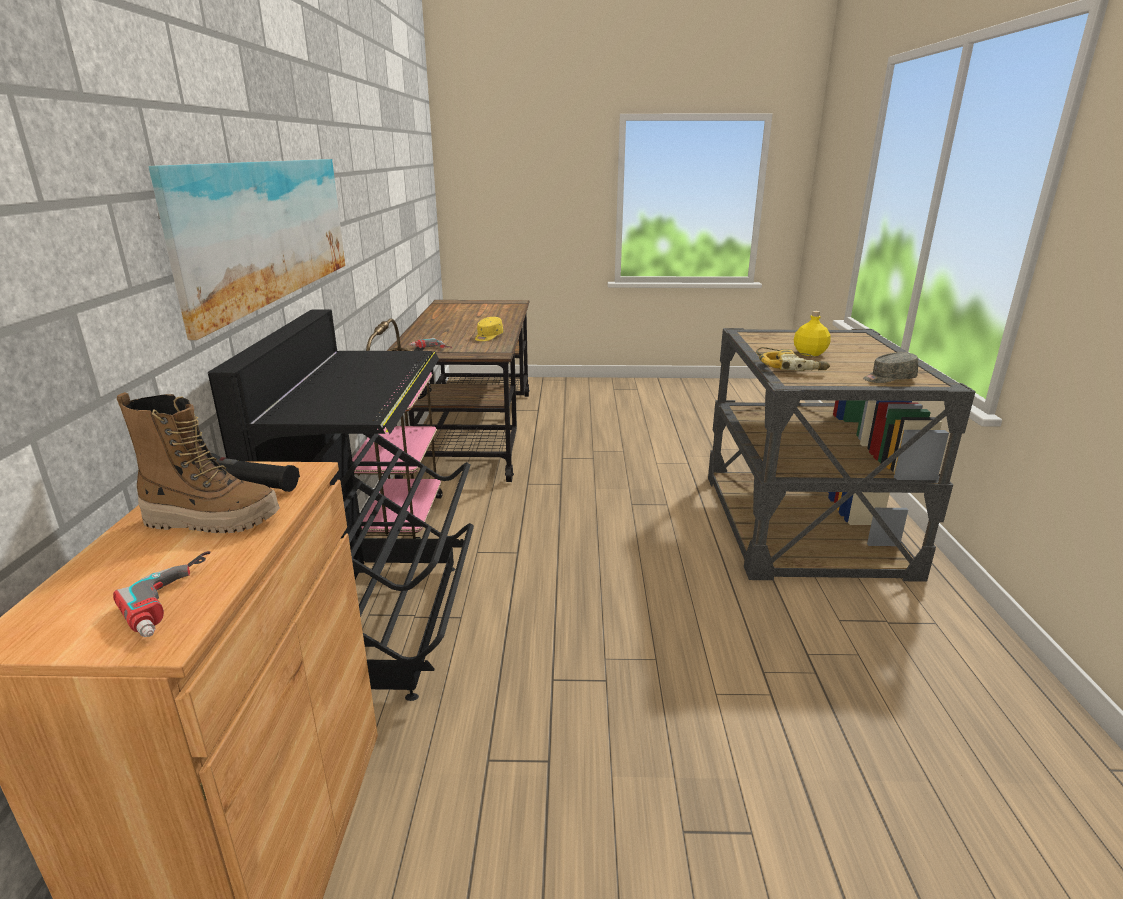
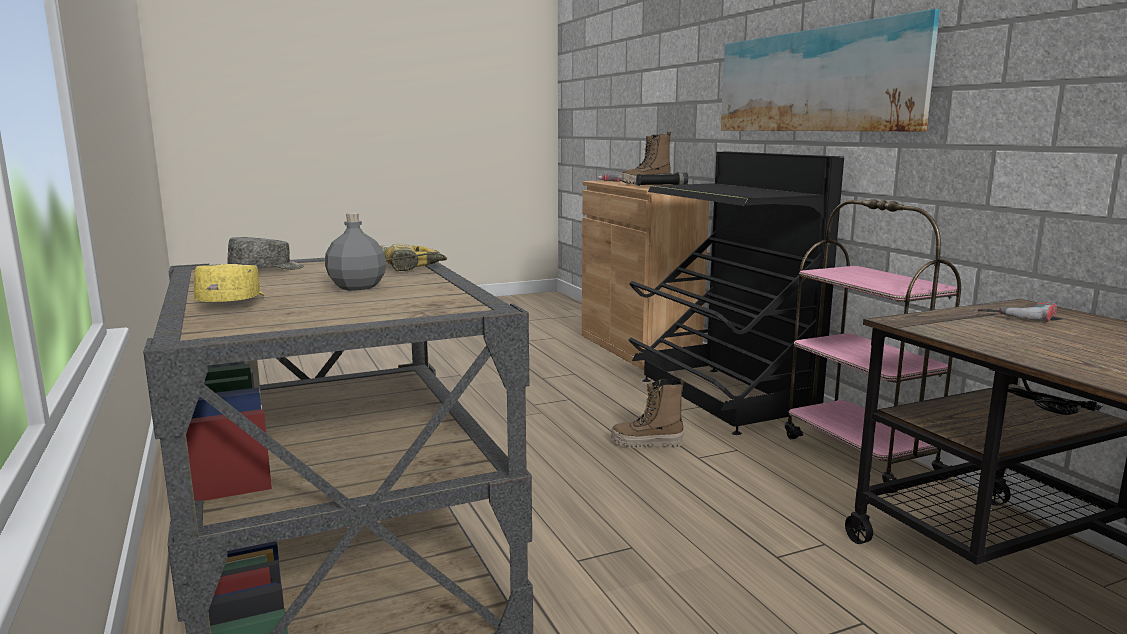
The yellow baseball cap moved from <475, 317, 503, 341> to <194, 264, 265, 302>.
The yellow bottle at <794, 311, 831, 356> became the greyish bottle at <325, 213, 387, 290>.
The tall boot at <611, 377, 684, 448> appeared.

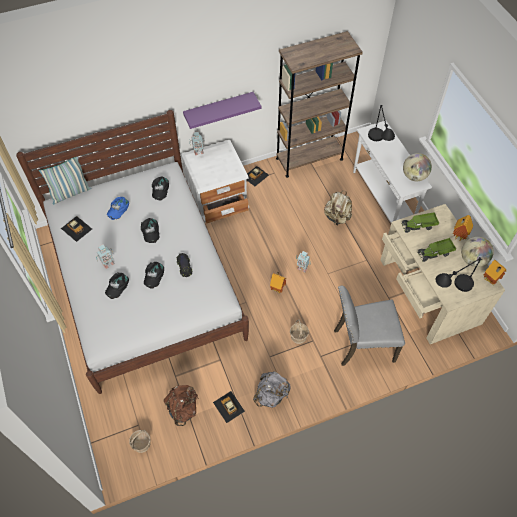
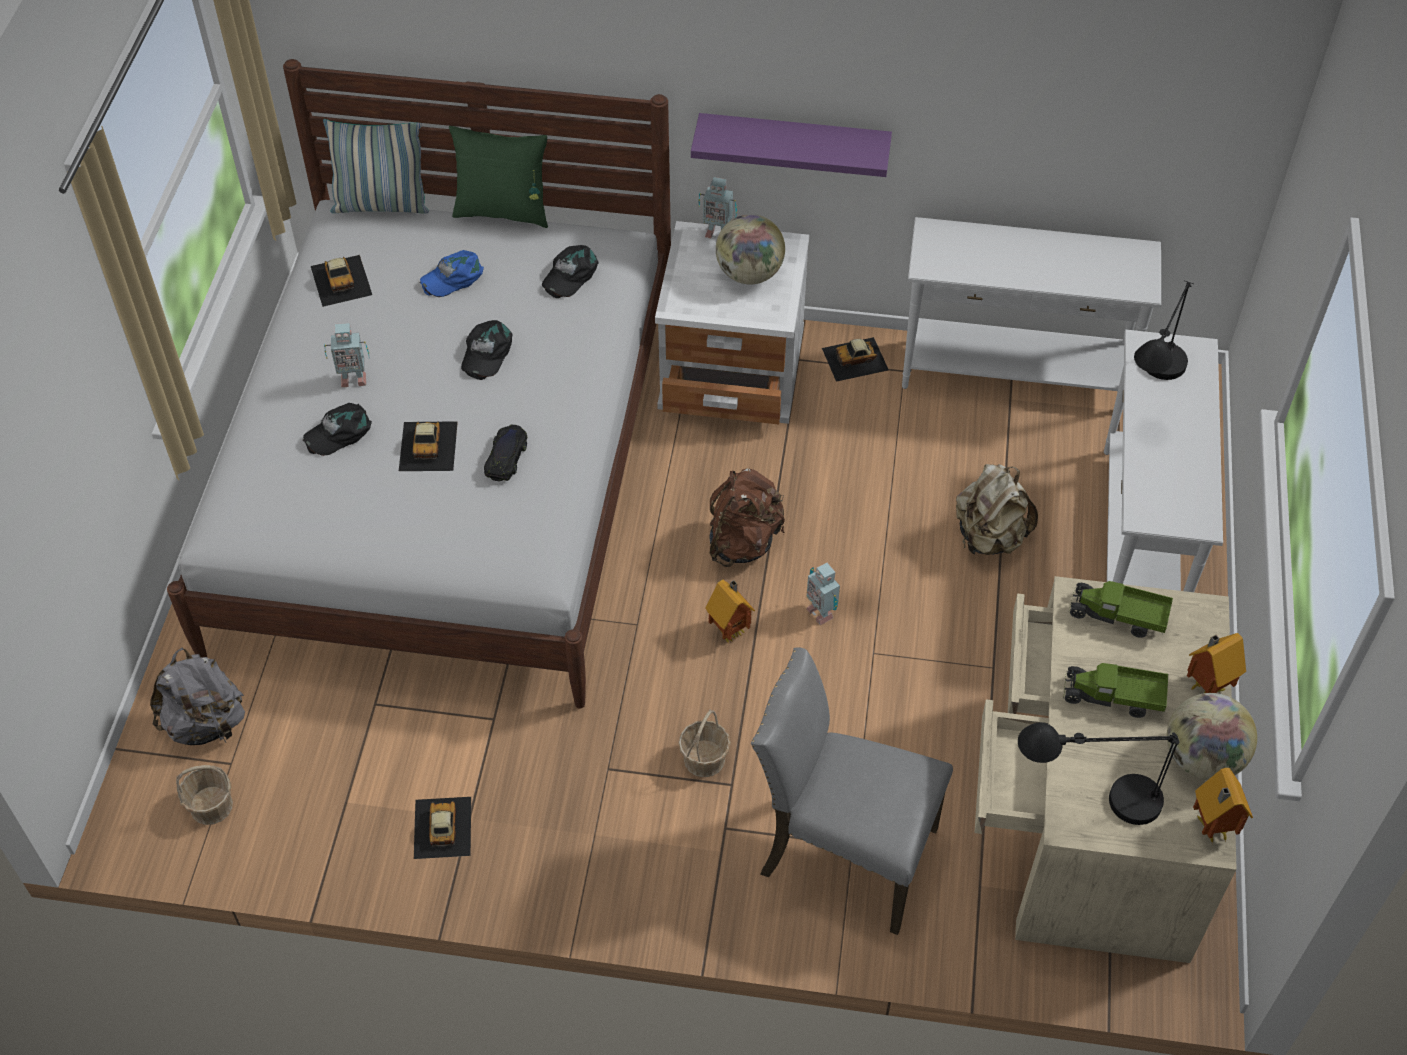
The greyish backpack moved from <253, 371, 291, 408> to <150, 648, 245, 745>.
The blackish baseball cap at <144, 262, 164, 289> was replaced by the miniature car at <399, 421, 458, 471>.
The green-coloured throw pillow at <449, 126, 548, 228> appeared.
The brown backpack moved from <163, 385, 198, 426> to <709, 468, 785, 567>.
The world globe moved from <403, 153, 432, 181> to <716, 214, 785, 284>.
The brown bookshelf at <276, 31, 363, 178> was replaced by the whitish hall table at <902, 217, 1161, 391>.

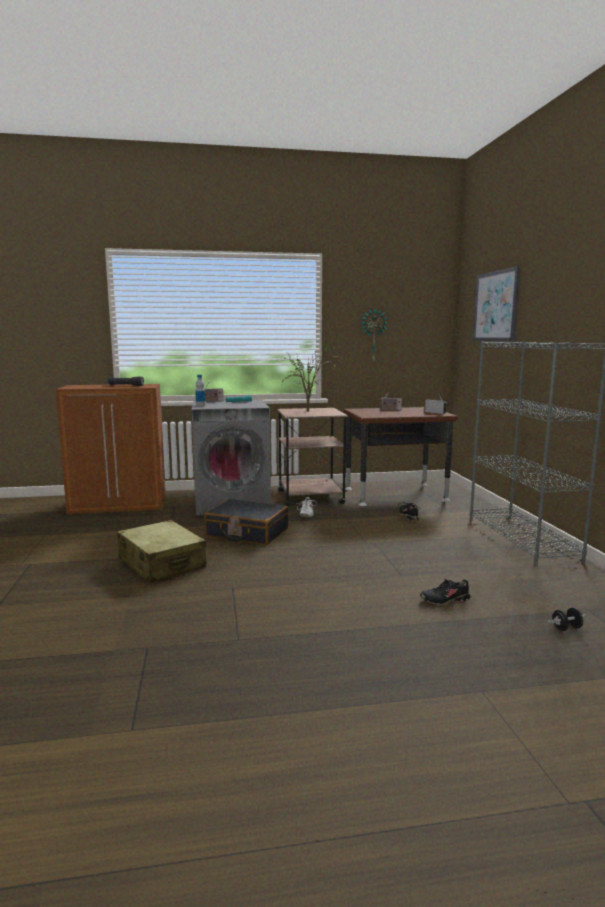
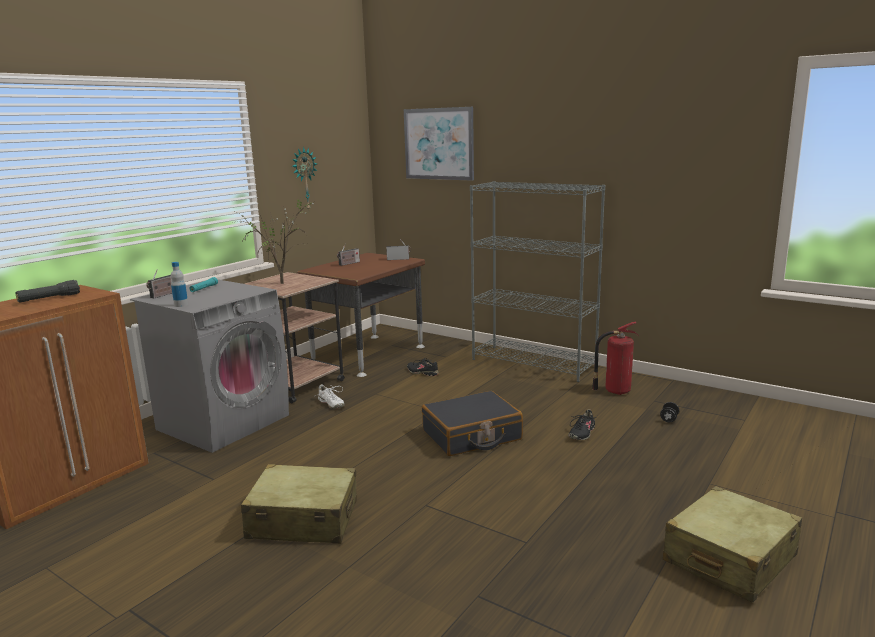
The blackish piece of luggage moved from <204, 499, 288, 545> to <422, 391, 523, 456>.
The extinguisher at <592, 322, 639, 395> appeared.
The sand-coloured piece of luggage at <663, 486, 802, 603> appeared.

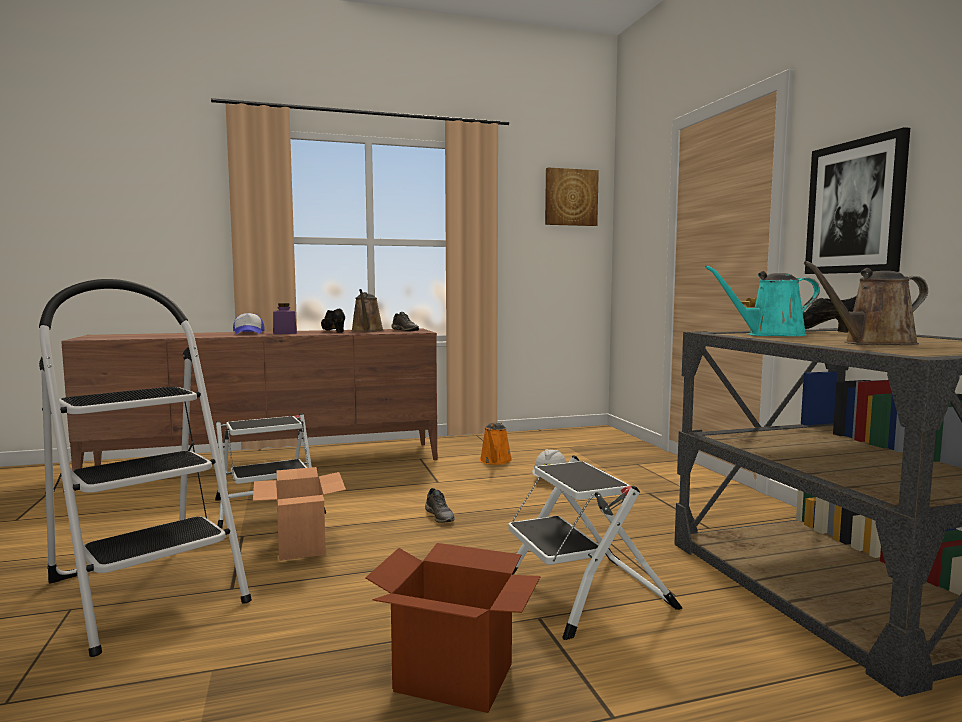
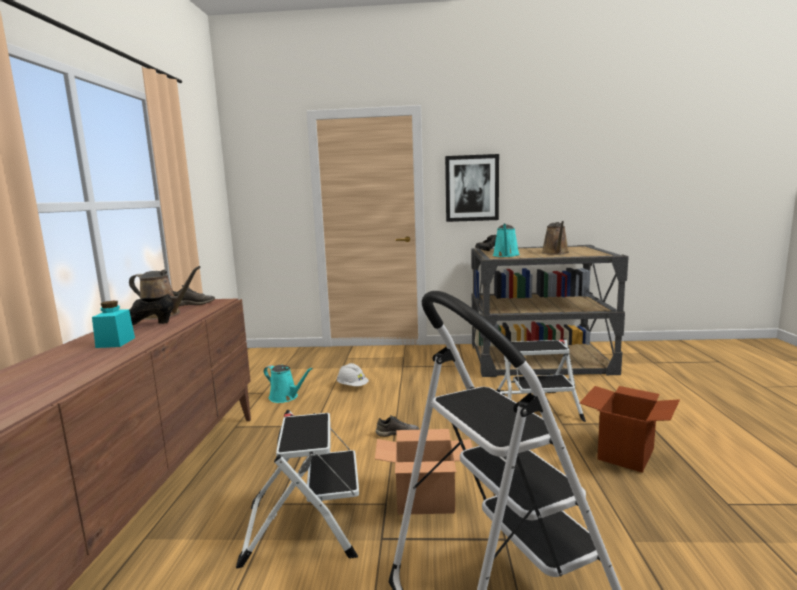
The purplish preserve jar at <273, 303, 297, 334> became the turquoise preserve jar at <92, 301, 135, 348>.
The orange watering pot at <480, 422, 512, 465> became the turquoise watering pot at <264, 365, 313, 403>.
The baseball cap at <233, 313, 265, 334> disappeared.
The picture at <545, 167, 599, 226> disappeared.

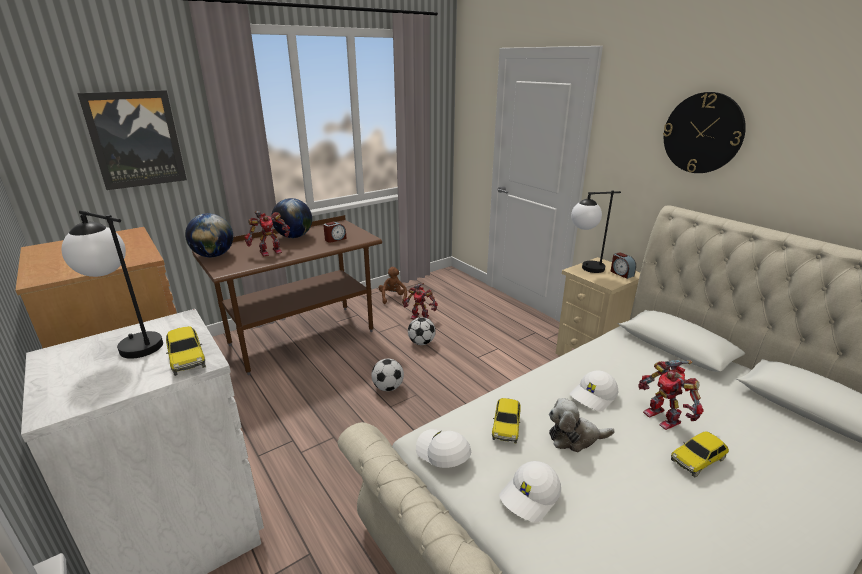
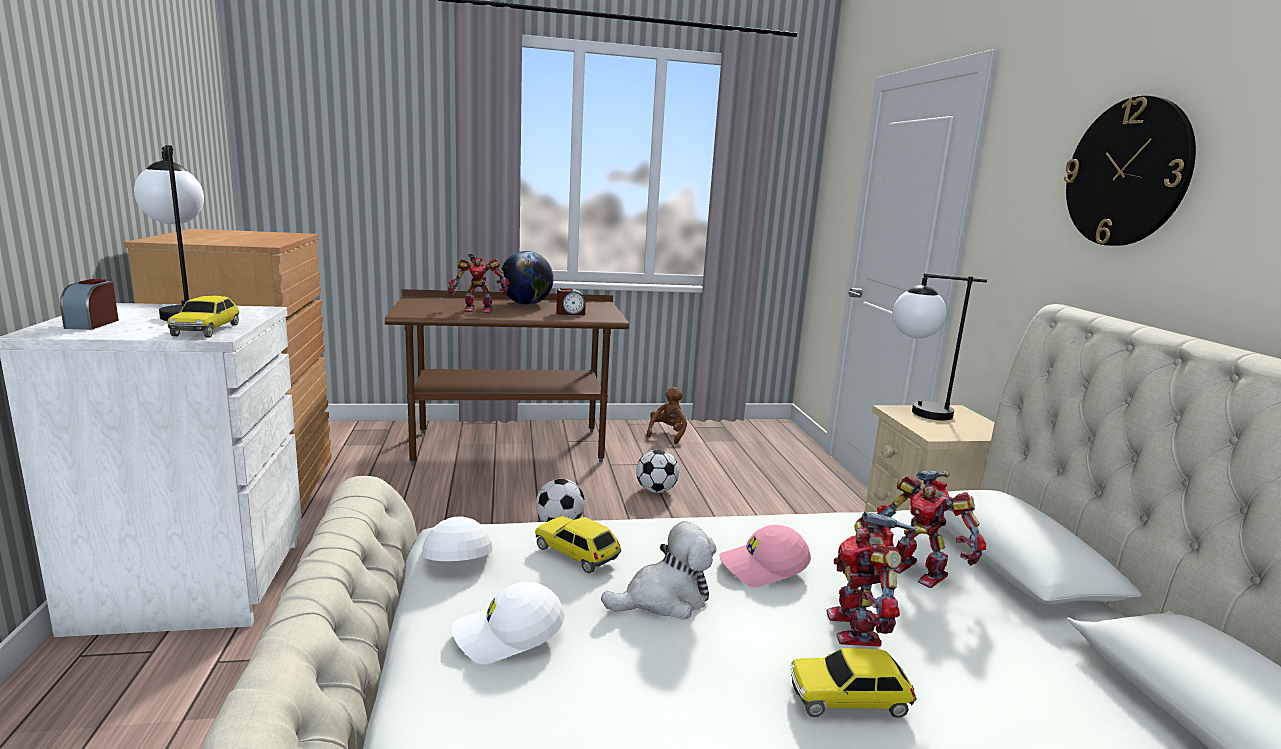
The table clock moved from <611, 253, 636, 279> to <60, 279, 119, 330>.
The miniature car at <492, 398, 521, 444> turned 90 degrees clockwise.
The soft toy at <549, 398, 615, 452> turned 135 degrees clockwise.
The whitish baseball cap at <570, 371, 619, 412> became the pink baseball cap at <719, 525, 811, 587>.
The toy robot moved from <403, 283, 438, 319> to <877, 470, 986, 588>.
The picture at <77, 90, 187, 190> disappeared.
The world globe at <185, 213, 233, 257> disappeared.

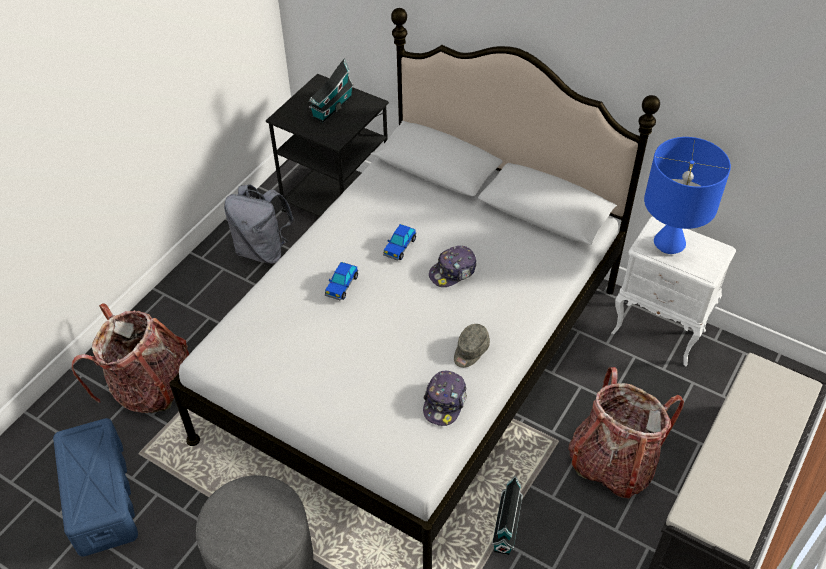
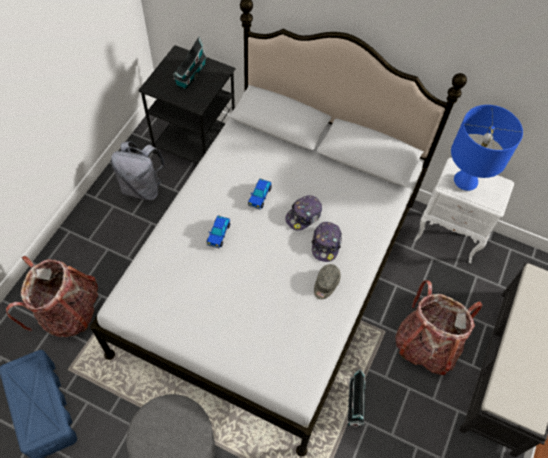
The baseball cap moved from <423, 371, 467, 426> to <311, 222, 342, 262>.

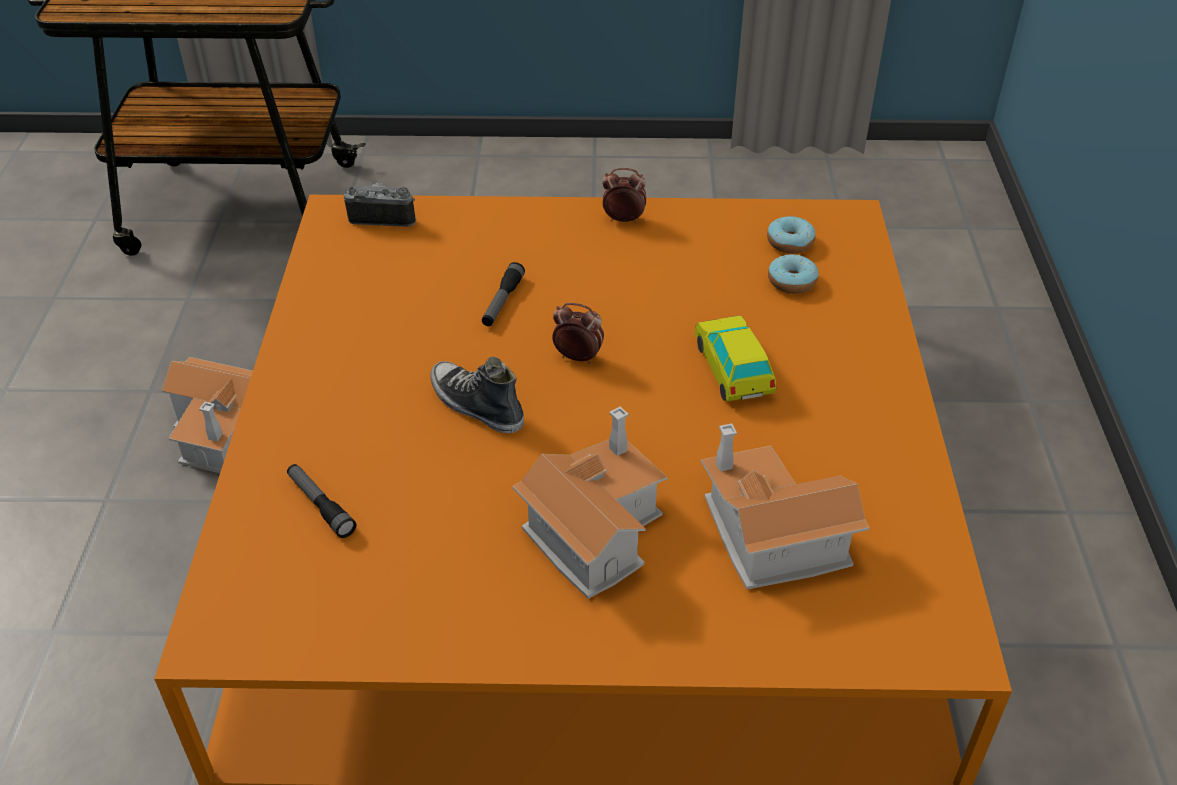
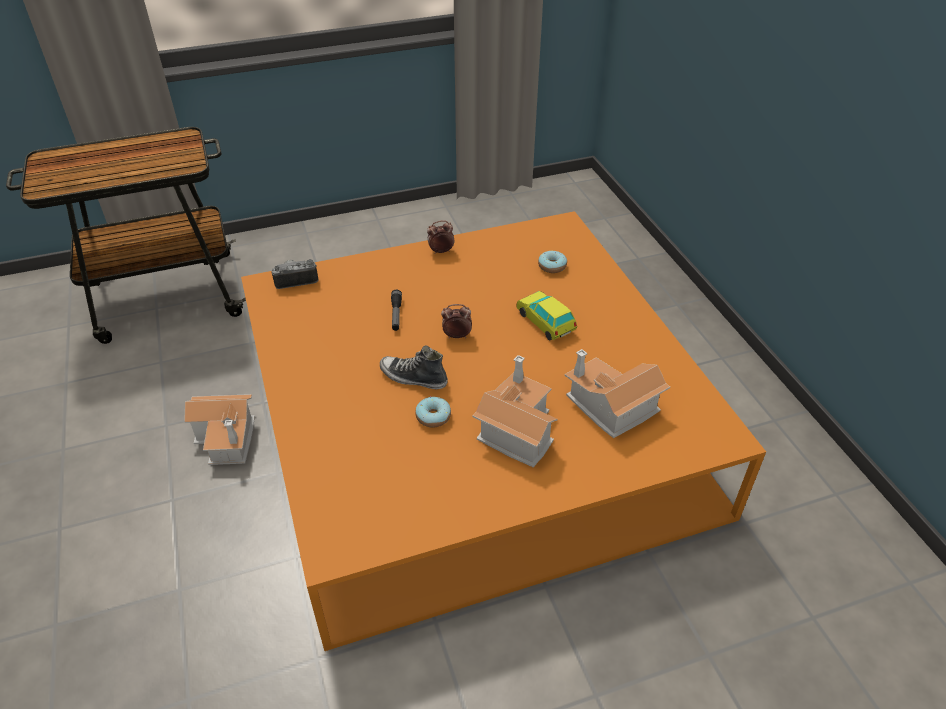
The ring doughnut moved from <767, 215, 816, 254> to <415, 397, 451, 427>.
The torch at <287, 464, 356, 538> disappeared.

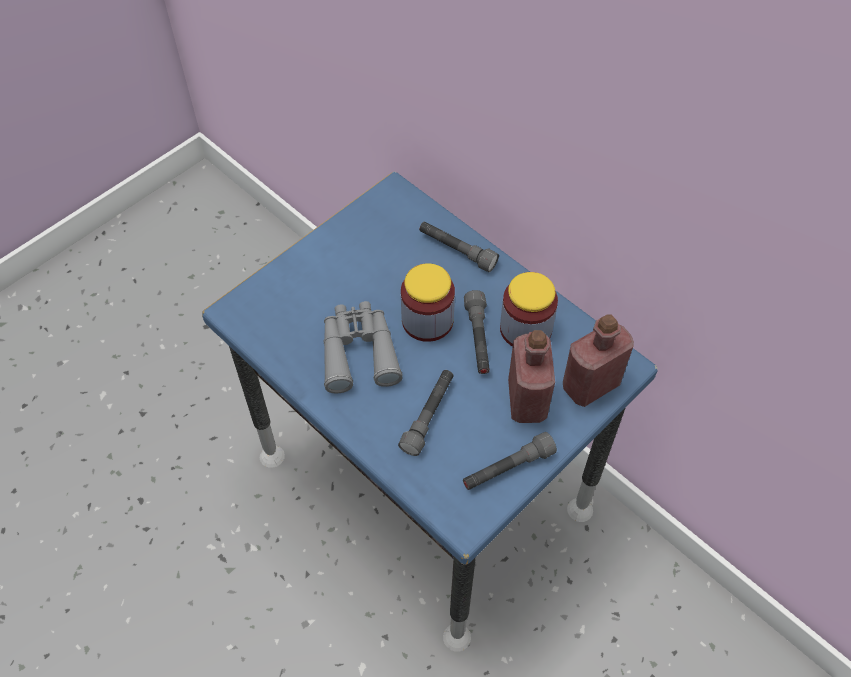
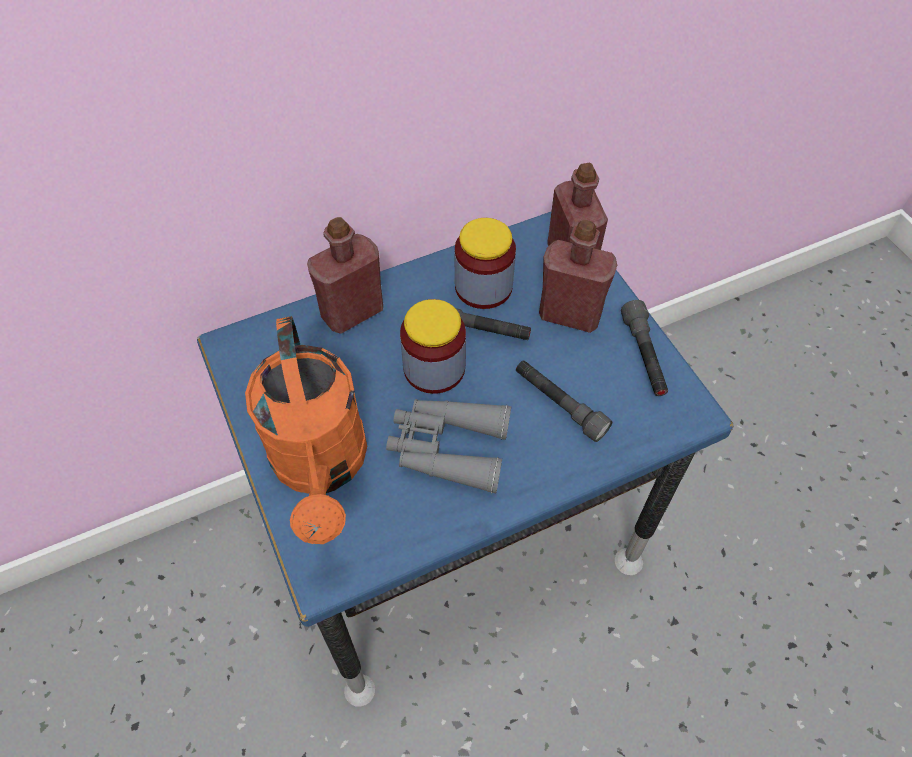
The orange watering pot at <245, 316, 367, 544> appeared.
The greyish torch at <419, 222, 499, 272> was replaced by the red-coloured bottle at <307, 217, 383, 334>.

